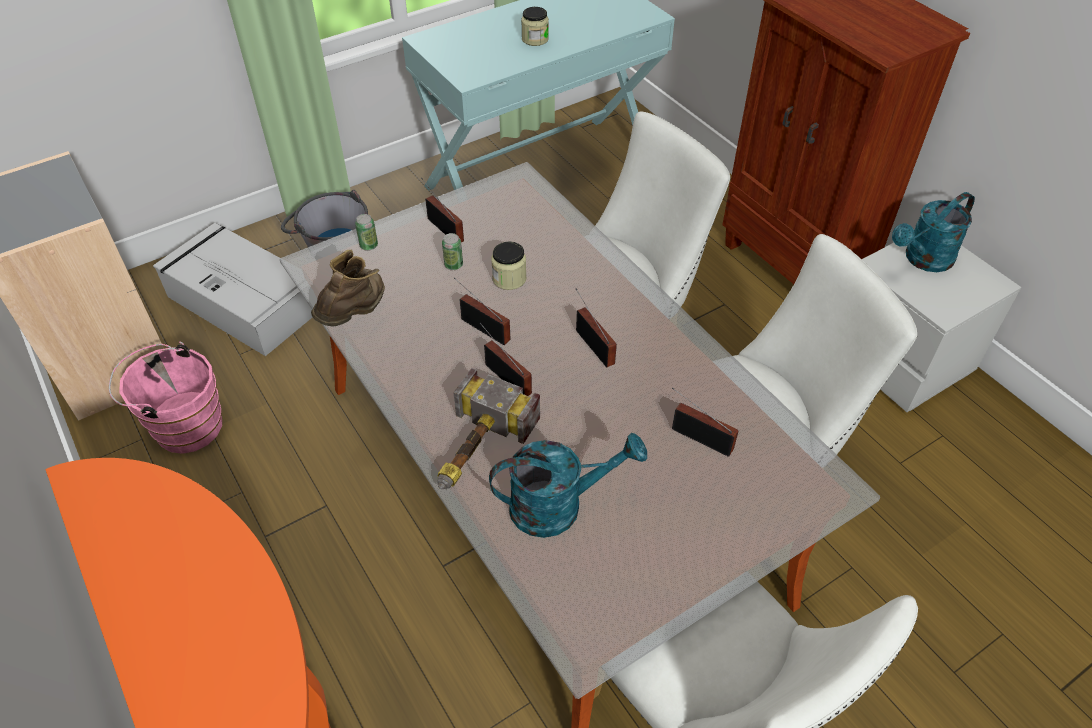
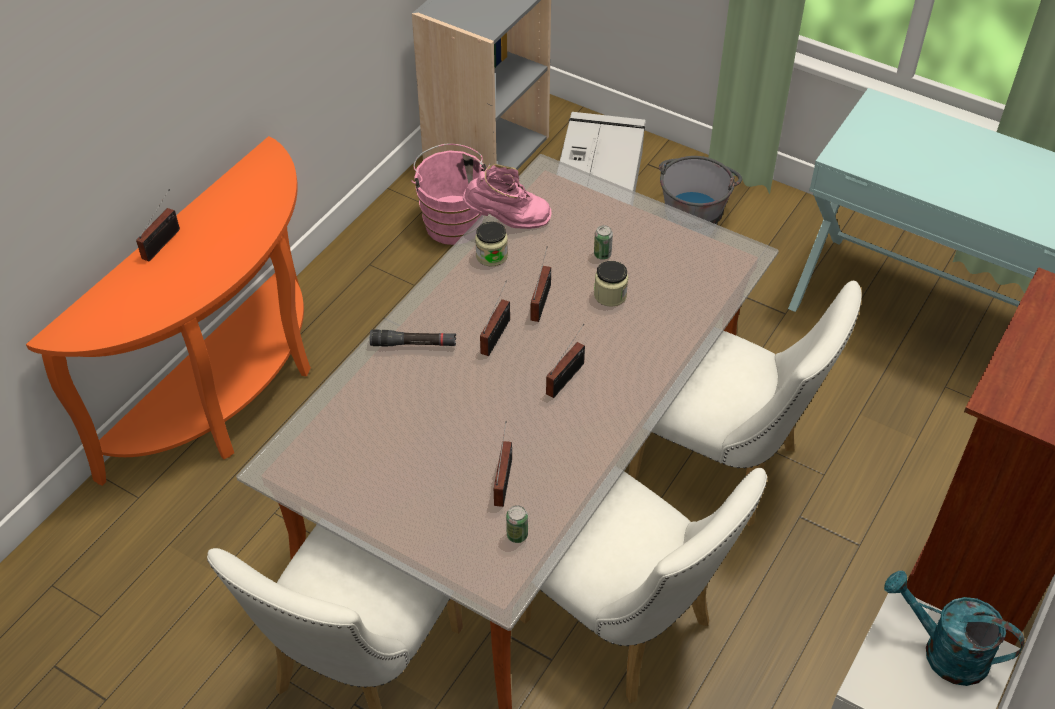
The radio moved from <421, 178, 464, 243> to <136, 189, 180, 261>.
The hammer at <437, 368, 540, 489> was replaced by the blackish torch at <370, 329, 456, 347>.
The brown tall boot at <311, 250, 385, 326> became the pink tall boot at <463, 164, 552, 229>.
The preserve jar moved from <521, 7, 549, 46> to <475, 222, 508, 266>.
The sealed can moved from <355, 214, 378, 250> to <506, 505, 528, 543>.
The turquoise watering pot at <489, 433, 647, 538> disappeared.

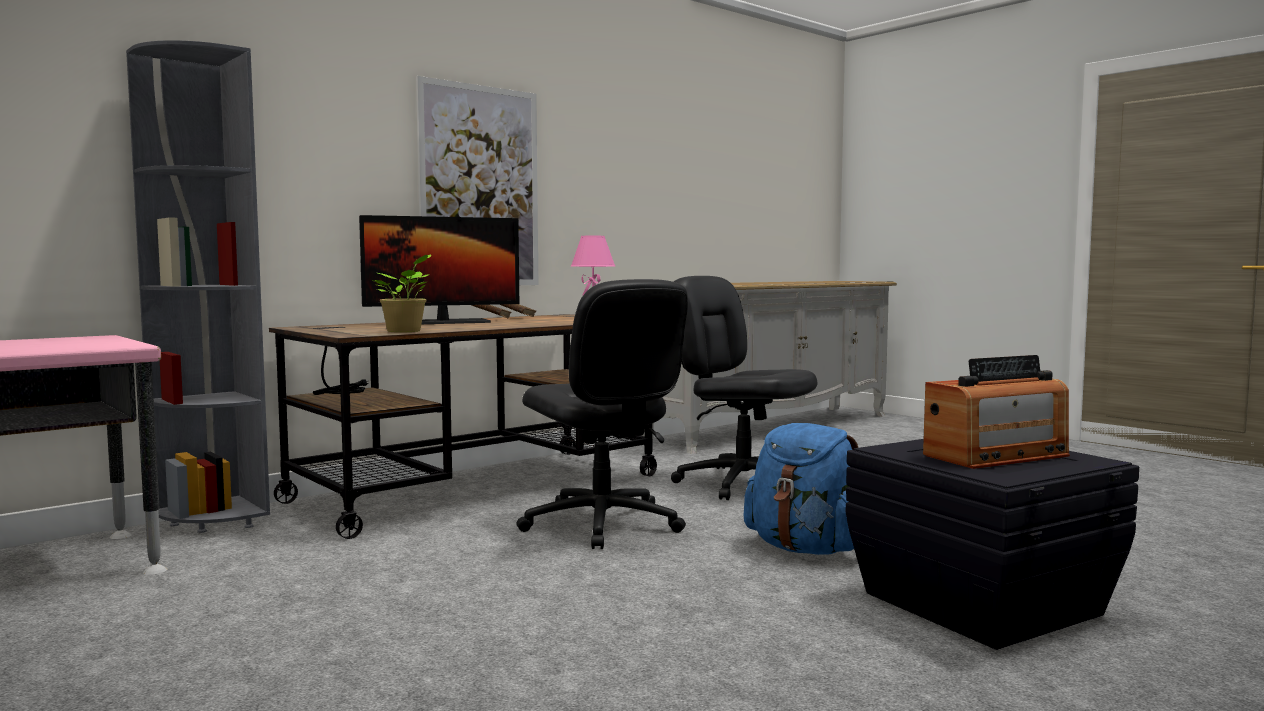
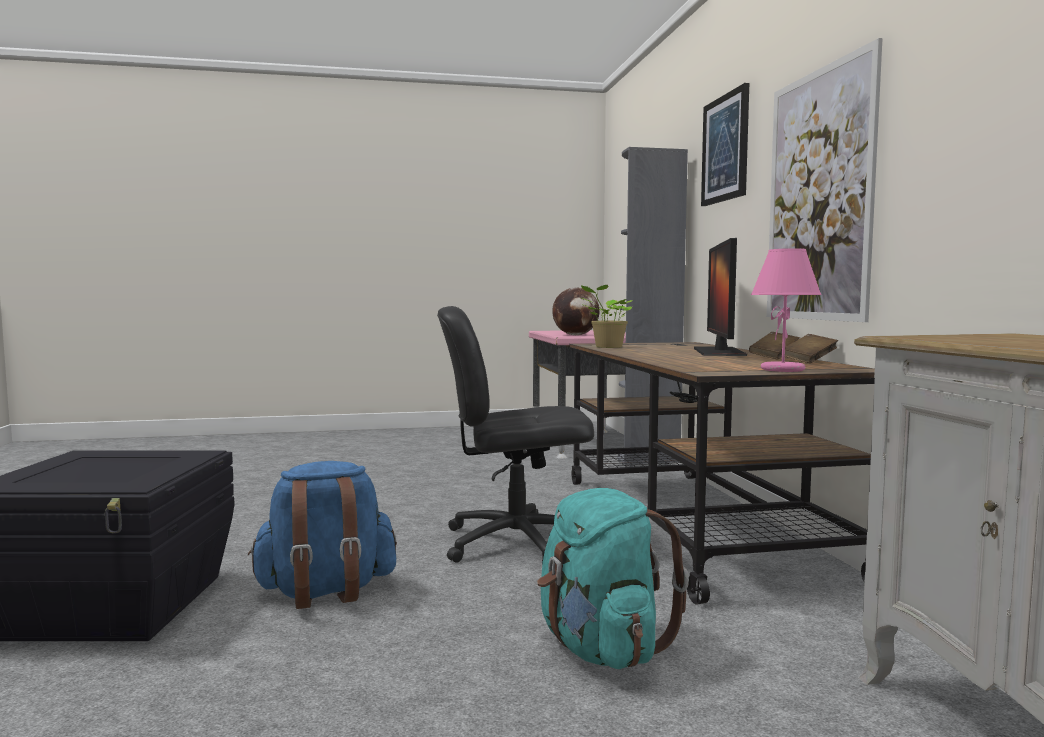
The blackish computer chair at <671, 276, 817, 500> was replaced by the turquoise backpack at <537, 488, 689, 669>.
The world globe at <552, 287, 599, 335> appeared.
The picture at <701, 83, 749, 206> appeared.
The radio at <923, 355, 1070, 469> disappeared.

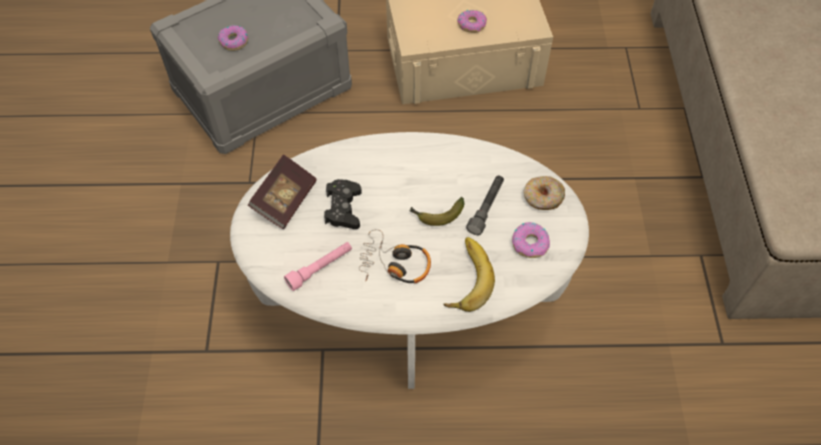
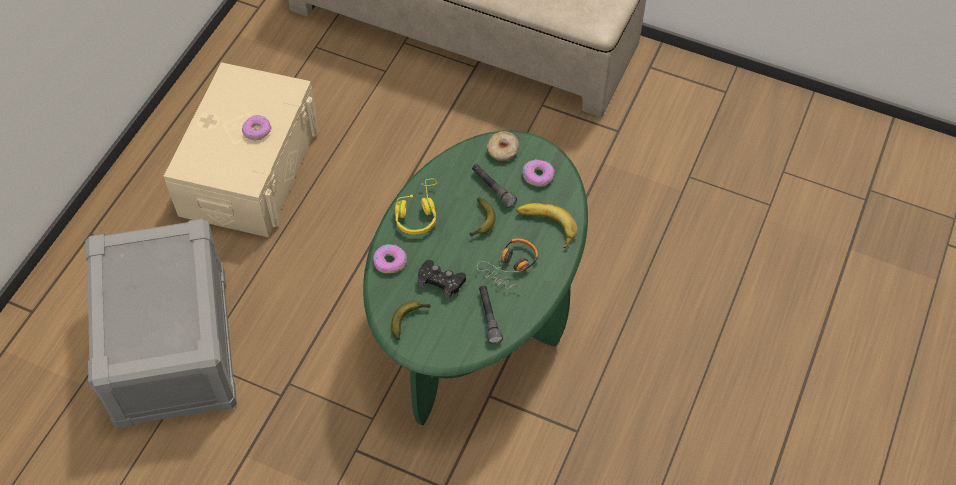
The whitish lounge table at <230, 132, 589, 389> became the green-coloured lounge table at <363, 131, 588, 425>.
The ring doughnut moved from <218, 25, 248, 51> to <373, 244, 407, 273>.
The volume at <248, 154, 317, 229> was replaced by the banana fruit at <391, 301, 431, 340>.
The yellow pair of headphones at <394, 179, 437, 235> appeared.
The pink torch at <284, 242, 352, 291> became the greyish torch at <479, 285, 503, 344>.

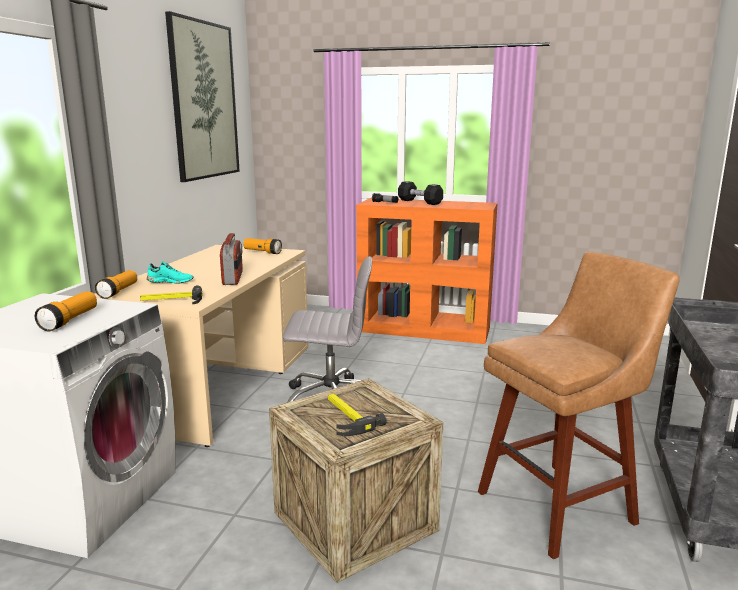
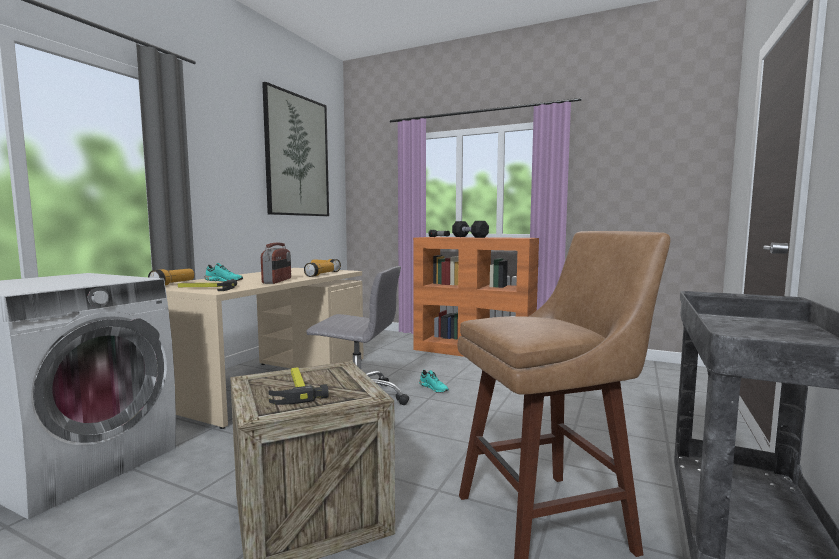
The torch moved from <35, 291, 97, 331> to <304, 262, 334, 277>.
The turquoise shoe at <419, 370, 449, 393> appeared.

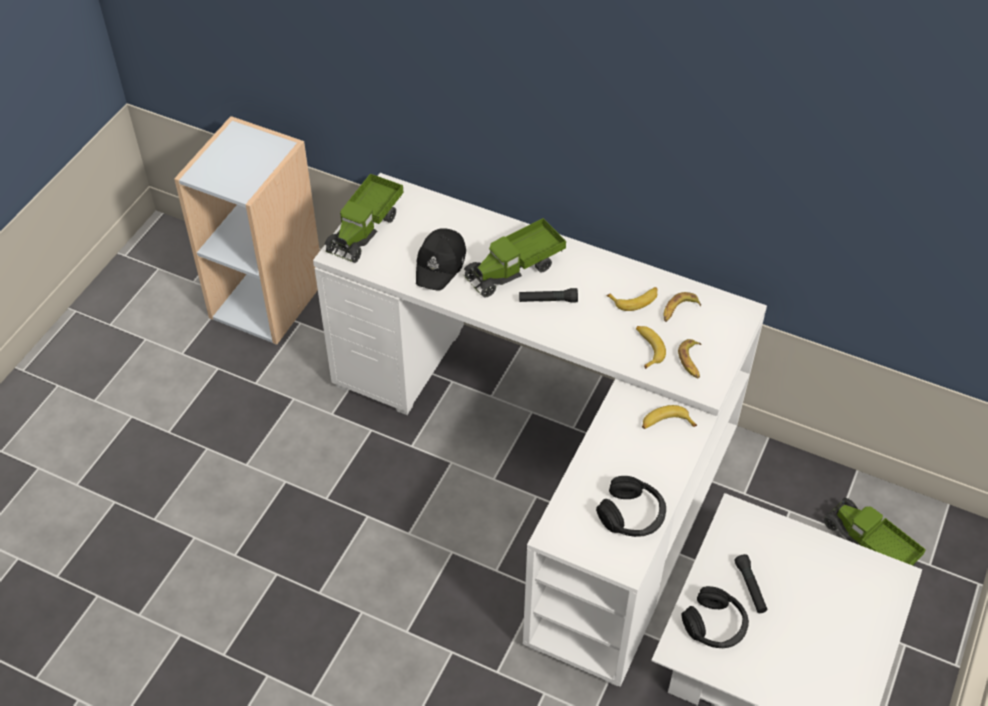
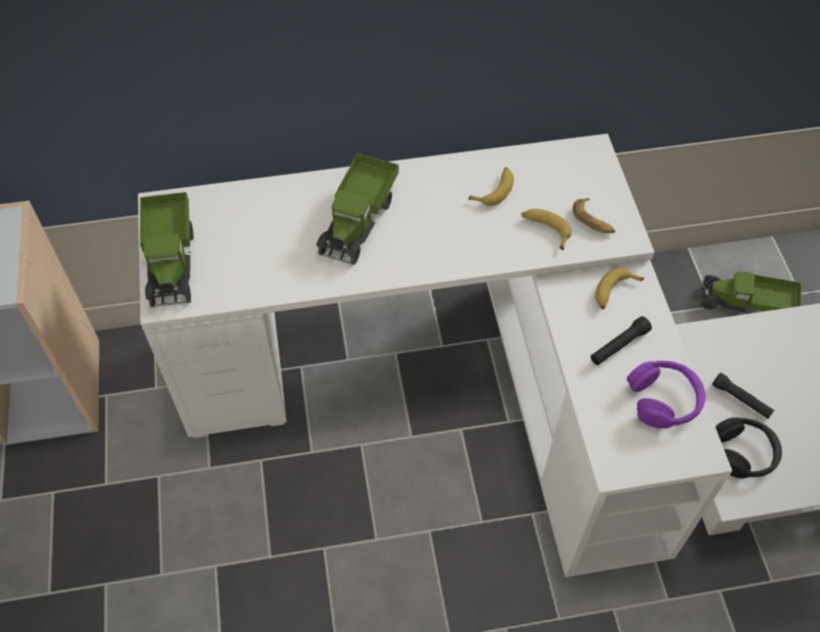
The blackish torch moved from <519, 288, 578, 303> to <591, 316, 652, 365>.
The blackish pair of headphones at <596, 476, 666, 537> became the purplish pair of headphones at <627, 361, 706, 429>.
The blackish baseball cap at <416, 228, 466, 291> disappeared.
The banana fruit at <664, 292, 701, 322> disappeared.

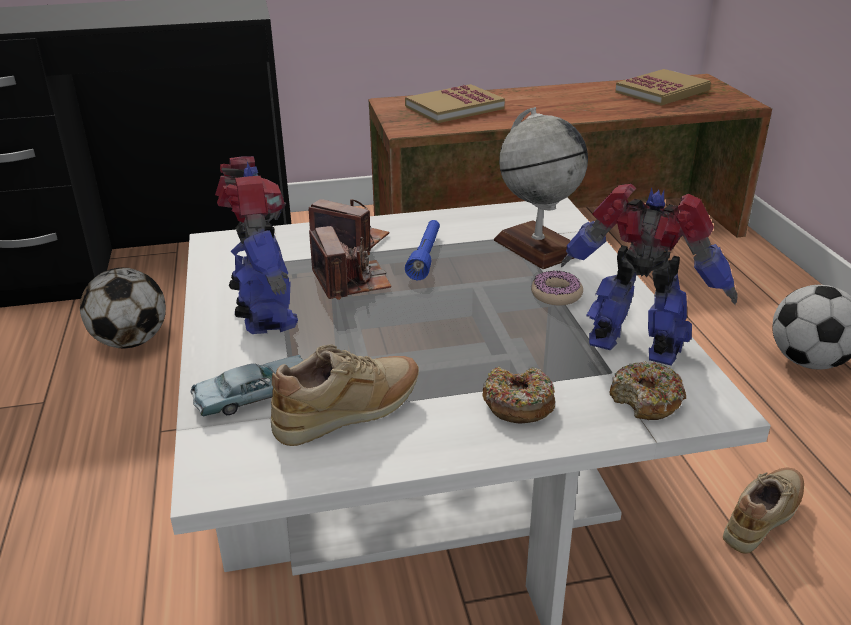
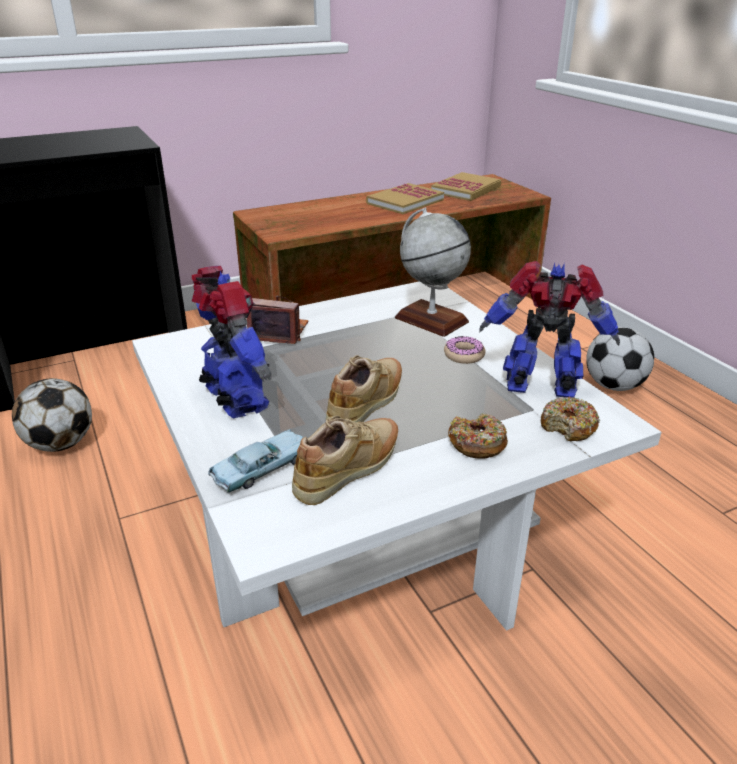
The sand-coloured shoe moved from <723, 467, 804, 554> to <326, 355, 402, 422>.
The volume moved from <405, 84, 505, 123> to <366, 183, 444, 214>.
The photo camera at <309, 226, 391, 300> disappeared.
The blue-coloured torch at <405, 220, 440, 280> disappeared.

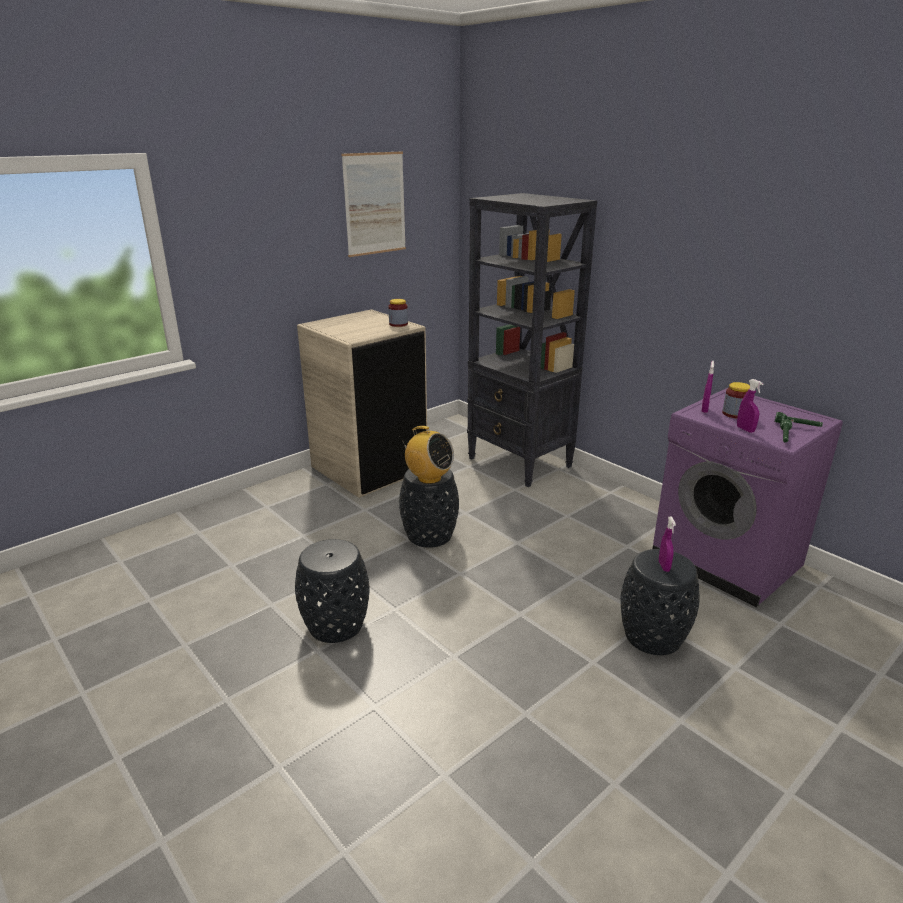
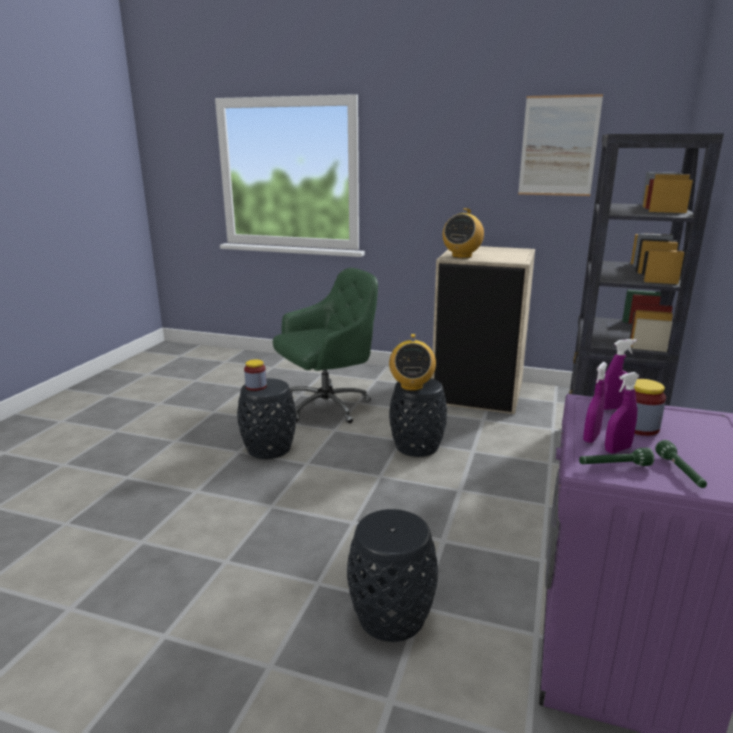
The preserve jar moved from <388, 299, 408, 327> to <244, 359, 267, 391>.
The green-coloured computer chair at <272, 268, 378, 423> appeared.
The radio at <443, 208, 484, 258> appeared.
The purplish spray bottle moved from <659, 516, 676, 572> to <605, 372, 639, 453>.

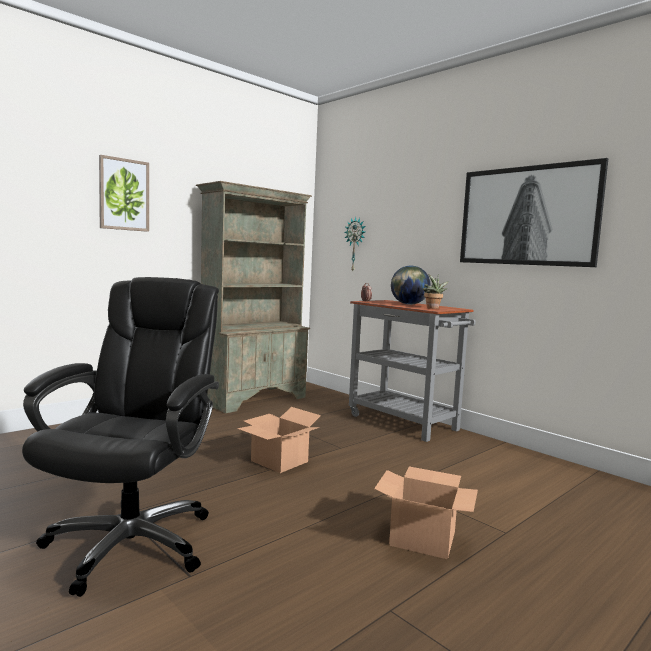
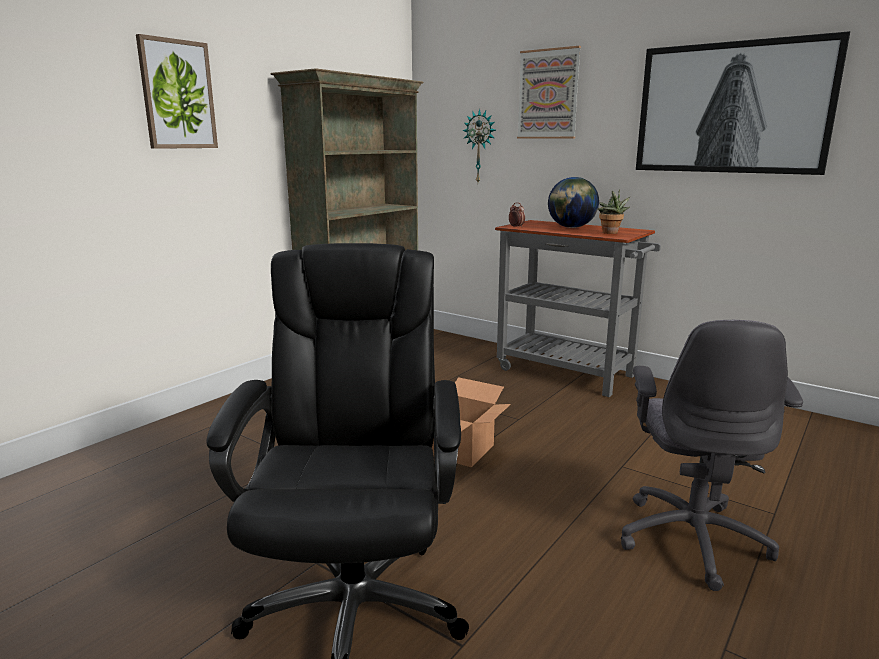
The picture at <517, 46, 581, 139> appeared.
The packing box at <374, 466, 478, 559> was replaced by the greyish computer chair at <621, 320, 803, 591>.

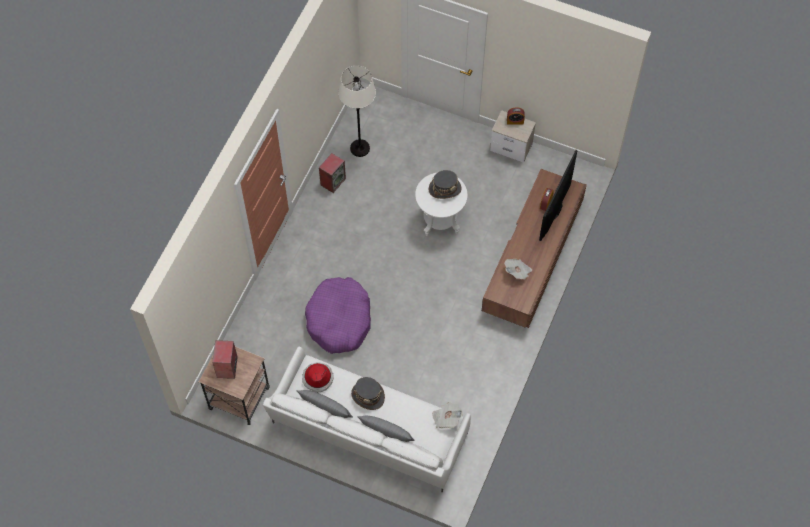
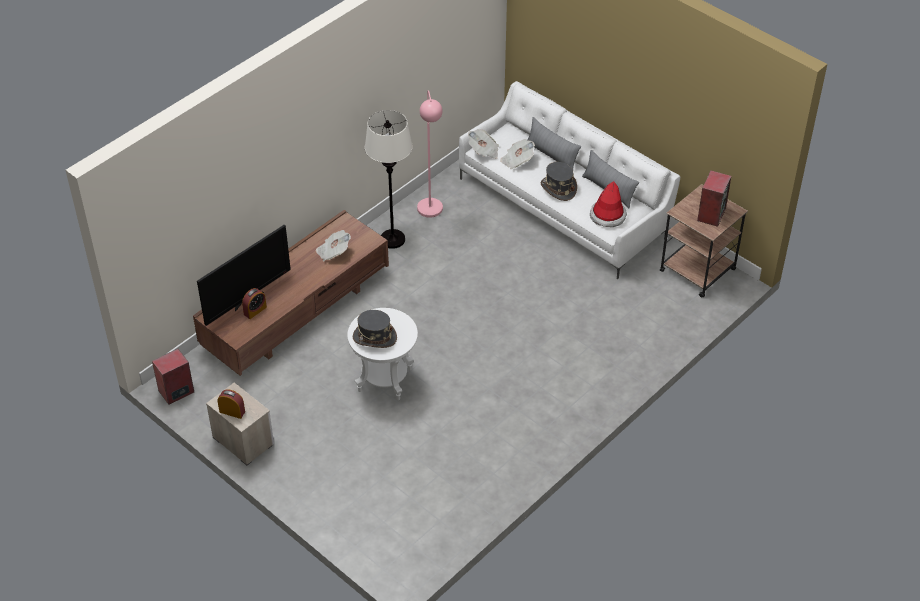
The audio speaker moved from <319, 153, 346, 193> to <152, 349, 194, 405>.
The whitish standing lamp moved from <338, 66, 376, 157> to <365, 110, 413, 249>.
The pink standing lamp at <417, 90, 443, 218> appeared.
The newspaper at <500, 139, 535, 170> appeared.
The purplish dog bed at <305, 277, 371, 354> disappeared.

